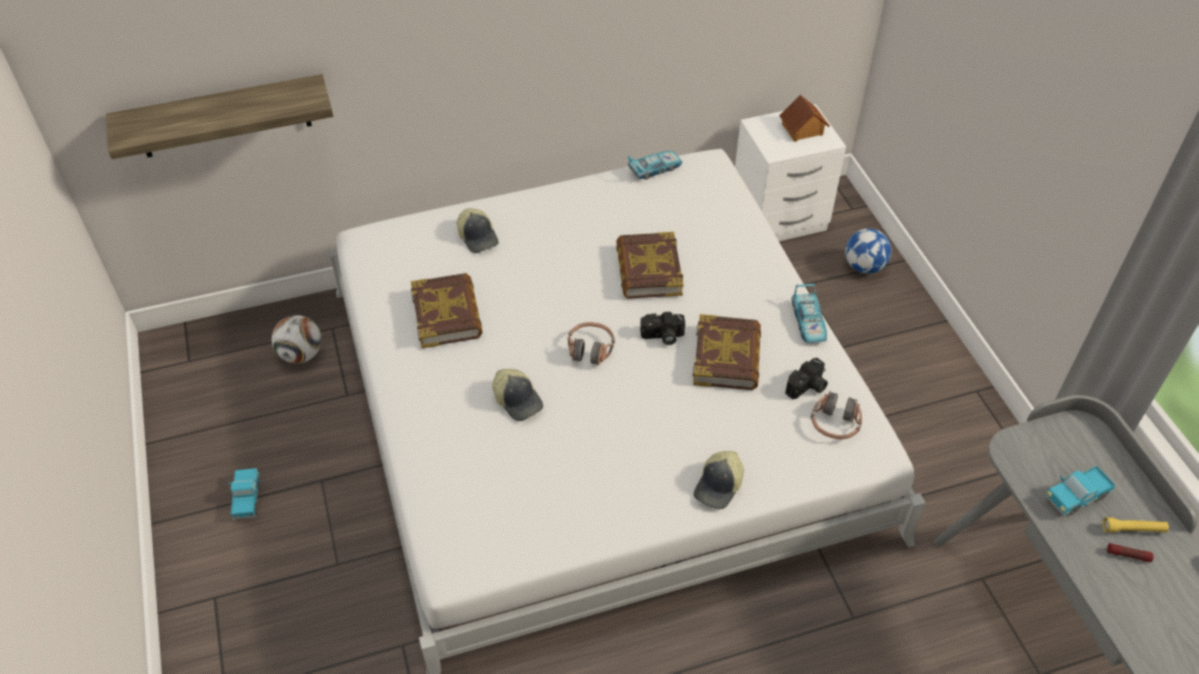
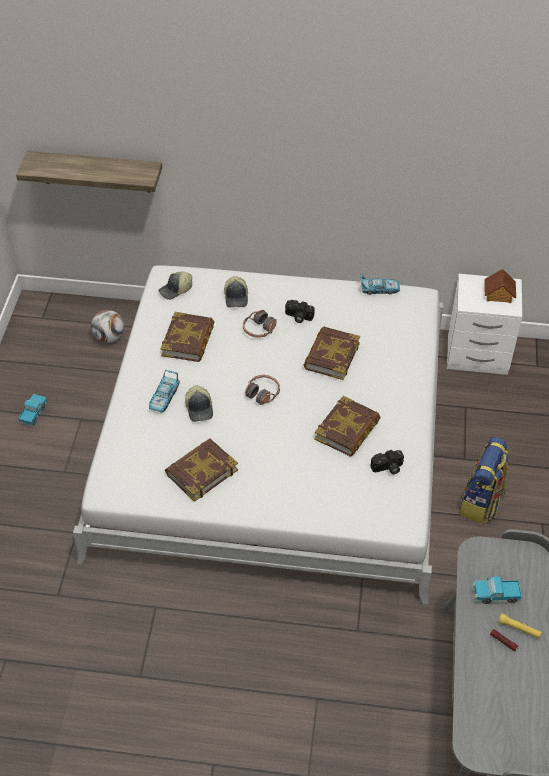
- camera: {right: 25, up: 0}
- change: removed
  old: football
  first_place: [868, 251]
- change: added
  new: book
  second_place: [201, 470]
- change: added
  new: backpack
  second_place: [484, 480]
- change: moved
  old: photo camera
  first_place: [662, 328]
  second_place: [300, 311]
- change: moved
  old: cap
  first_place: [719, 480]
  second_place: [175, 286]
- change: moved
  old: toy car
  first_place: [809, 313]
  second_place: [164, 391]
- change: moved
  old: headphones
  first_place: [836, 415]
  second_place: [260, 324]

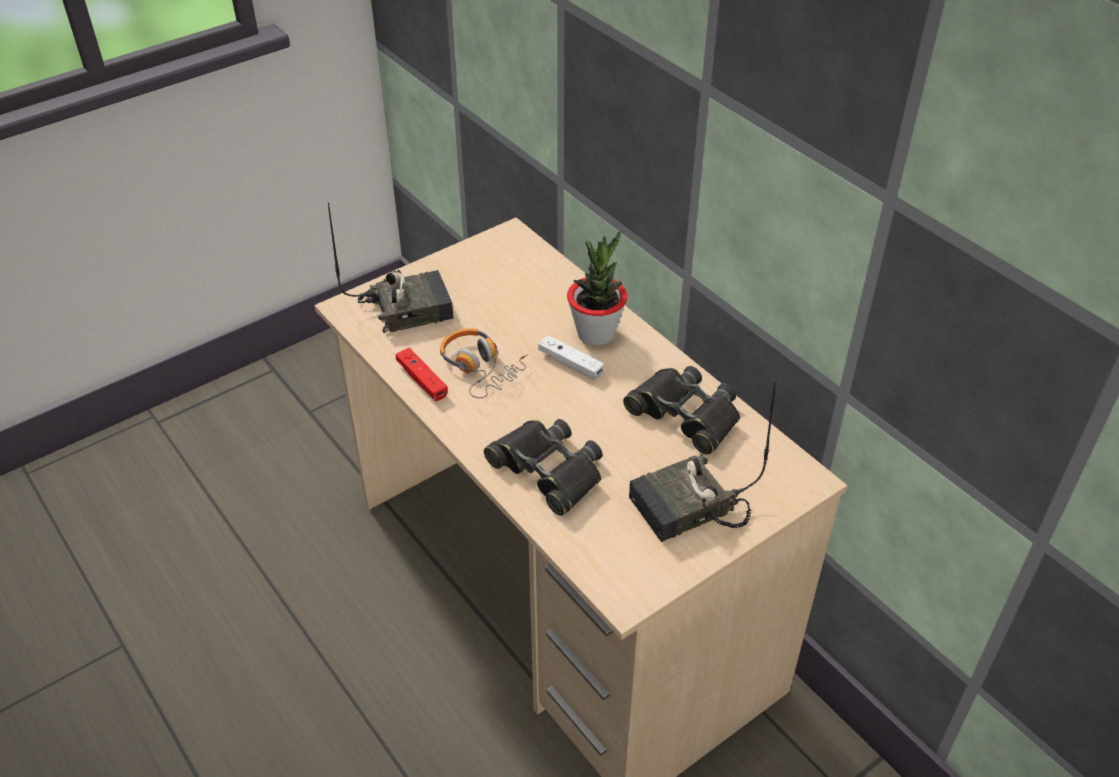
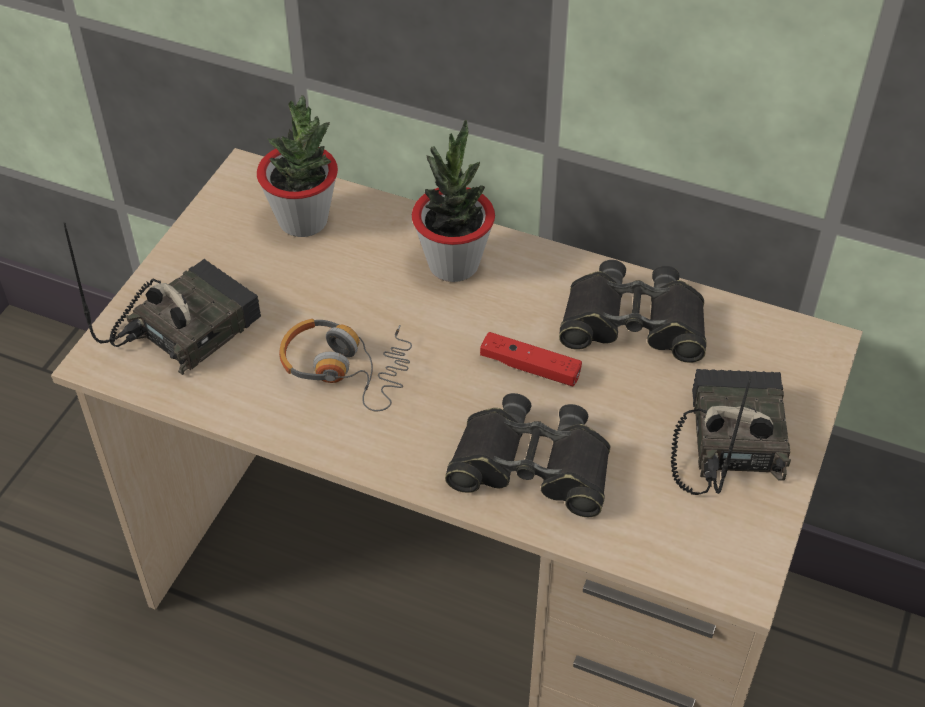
- camera: {right: -30, up: 5}
- change: removed
  old: white game controller
  first_place: [571, 358]
- change: added
  new: potted plant
  second_place: [297, 166]
- change: moved
  old: red game controller
  first_place: [422, 374]
  second_place: [531, 359]
- change: turned
  old: radio
  first_place: [702, 461]
  second_place: [730, 432]
  degrees: 150

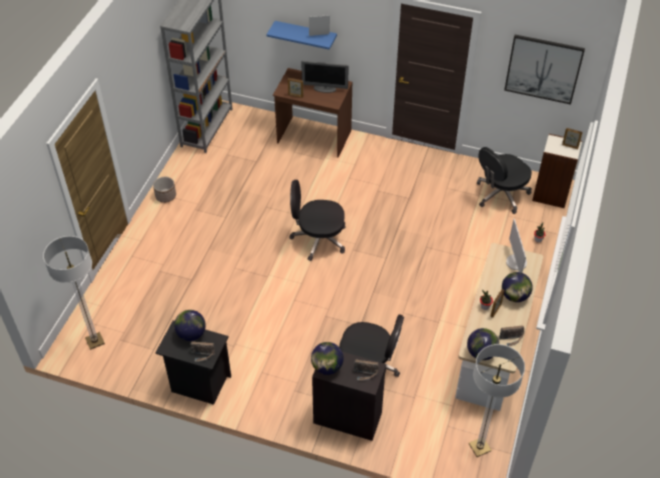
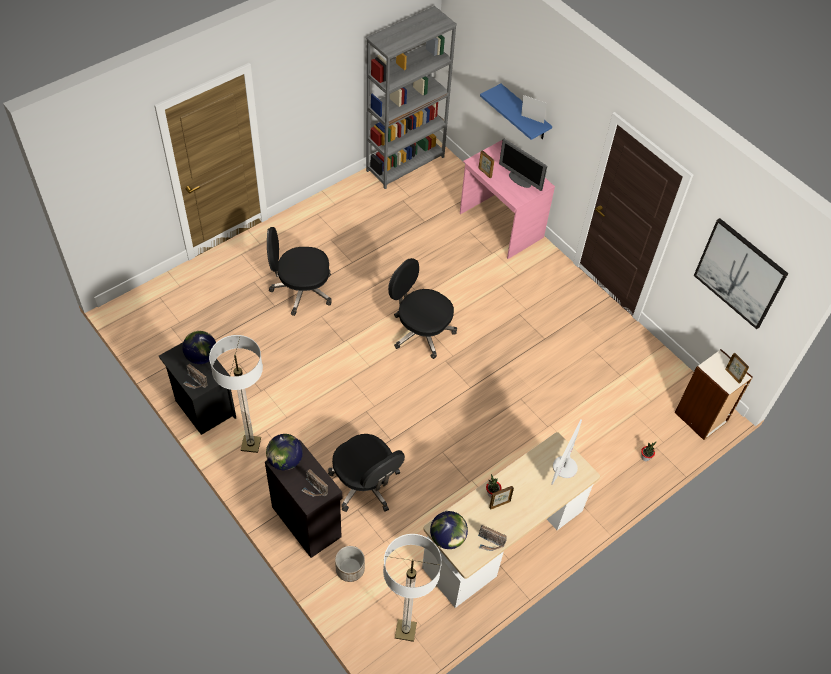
- camera: {right: 30, up: 5}
- change: removed
  old: globe
  first_place: [517, 287]
- change: moved
  old: floor lamp
  first_place: [74, 293]
  second_place: [236, 394]
- change: moved
  old: planter
  first_place: [164, 190]
  second_place: [350, 564]
- change: moved
  old: black office chair
  first_place: [504, 180]
  second_place: [299, 271]
- change: recoloured
  old: brown desk
  new: pink desk
  first_place: [312, 113]
  second_place: [507, 199]

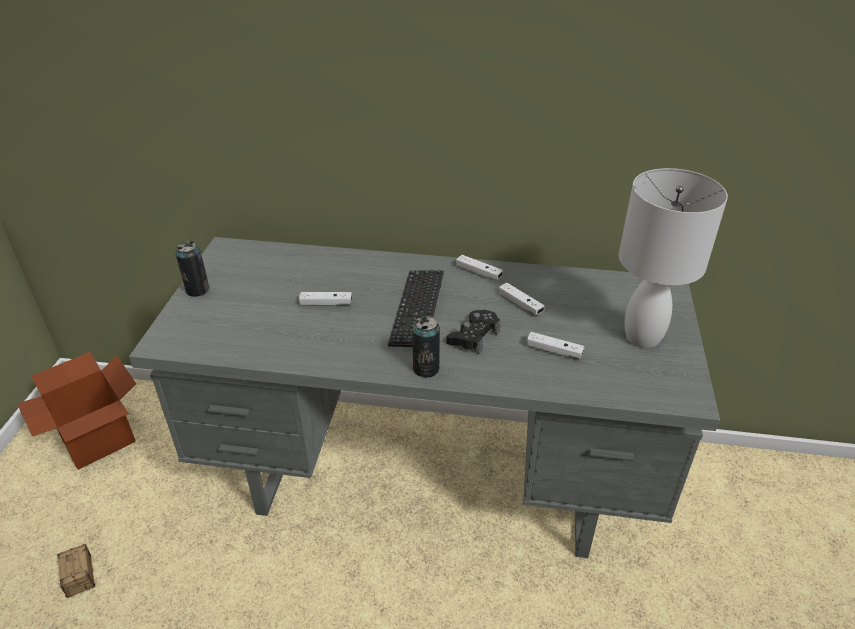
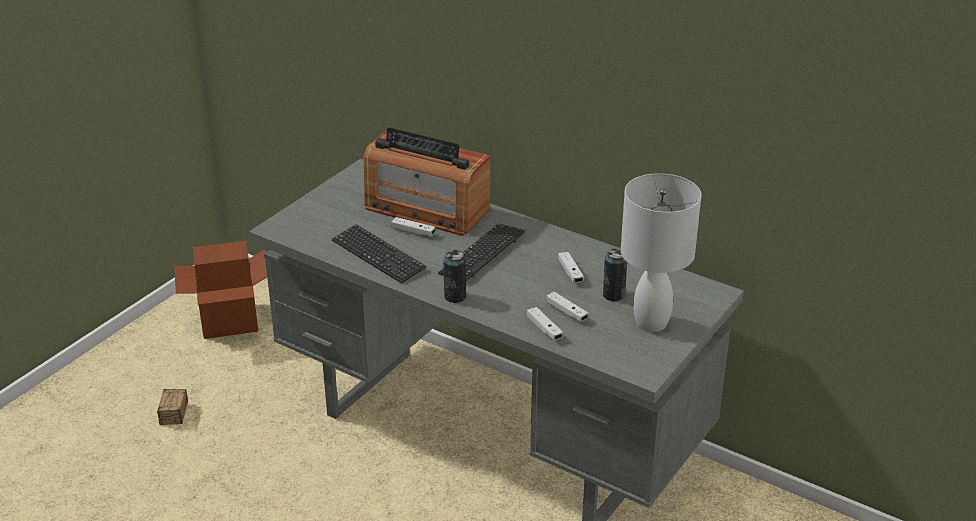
- camera: {right: 25, up: -5}
- change: removed
  old: black game controller
  first_place: [473, 332]
- change: added
  new: keyboard
  second_place: [379, 254]
- change: added
  new: radio
  second_place: [426, 181]
- change: moved
  old: can
  first_place: [192, 269]
  second_place: [615, 275]
- change: moved
  old: white game controller
  first_place: [479, 267]
  second_place: [545, 323]

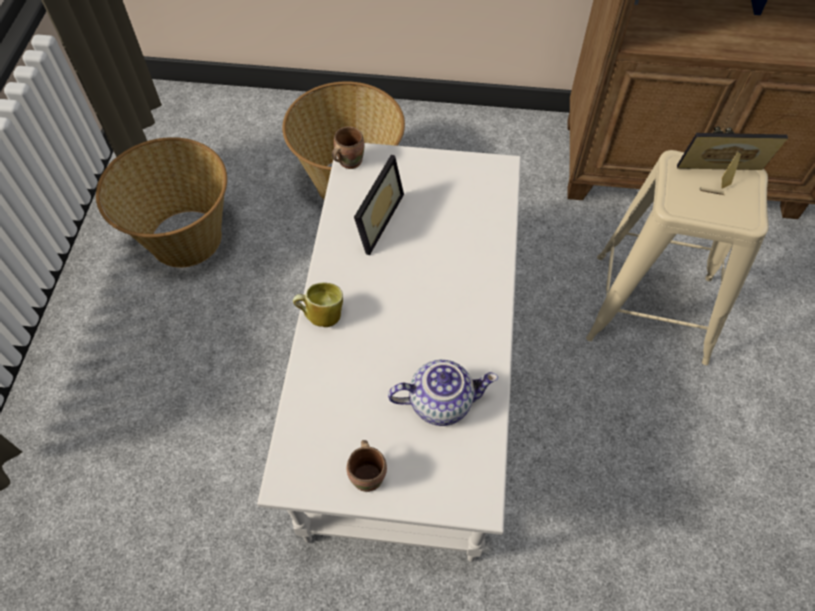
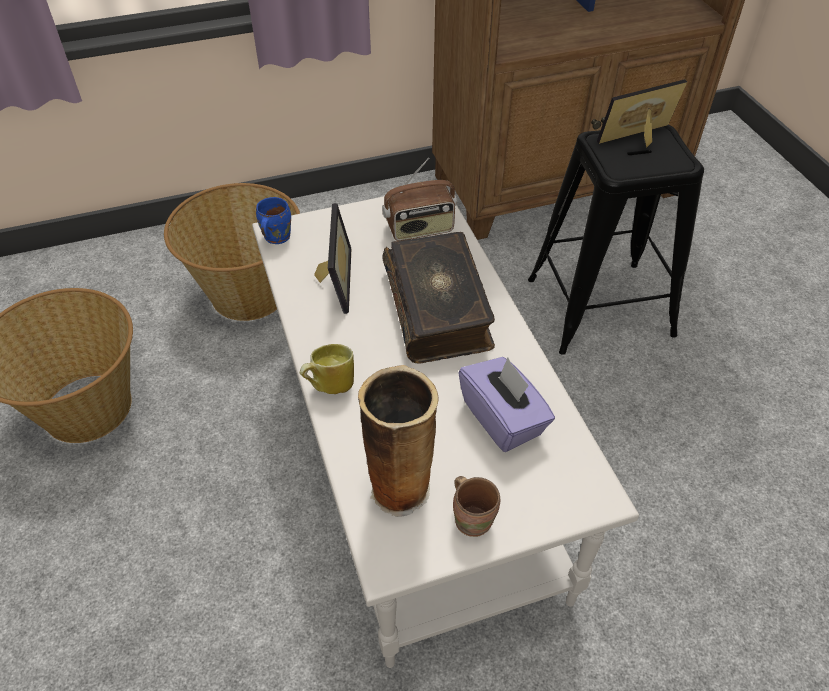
- camera: {right: -25, up: -10}
- change: added
  new: vase
  second_place: [398, 441]
- change: added
  new: radio
  second_place: [419, 199]
- change: added
  new: book
  second_place: [439, 298]
- change: replaced
  old: teapot
  new: purple tissue box
  first_place: [443, 393]
  second_place: [506, 404]
- change: recoloured
  old: brown mug
  new: blue mug
  first_place: [348, 147]
  second_place: [273, 220]
- change: recoloured
  old: beige stool
  new: black stool
  first_place: [677, 257]
  second_place: [616, 240]

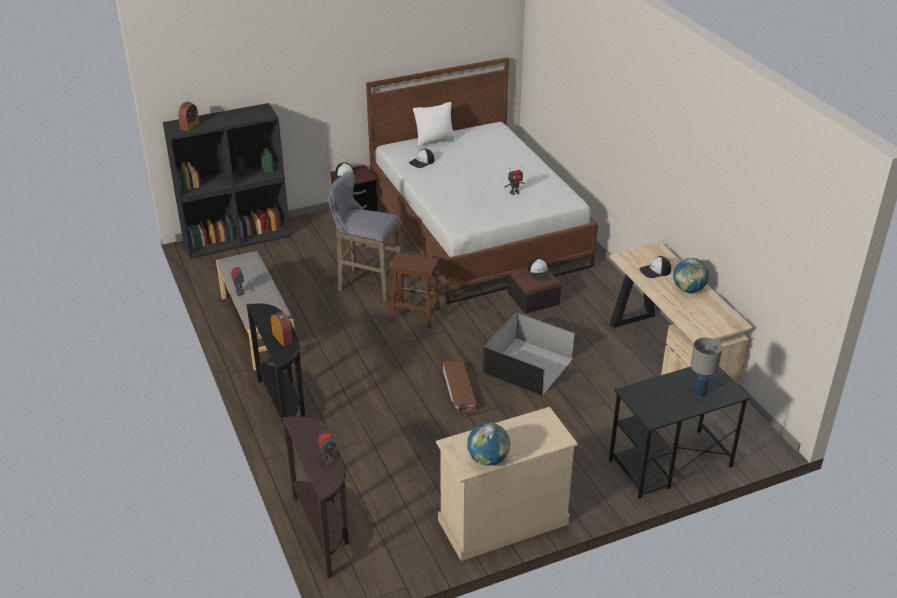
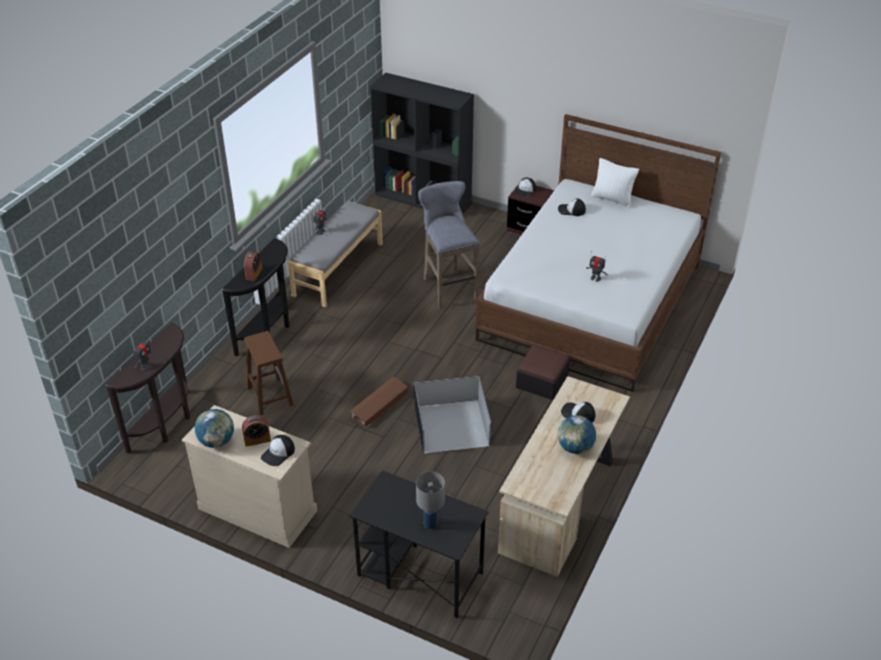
- camera: {right: 50, up: 5}
- change: moved
  old: alarm clock
  first_place: [188, 116]
  second_place: [256, 431]
- change: moved
  old: brown stool
  first_place: [414, 290]
  second_place: [268, 373]
- change: moved
  old: cap
  first_place: [539, 269]
  second_place: [278, 450]

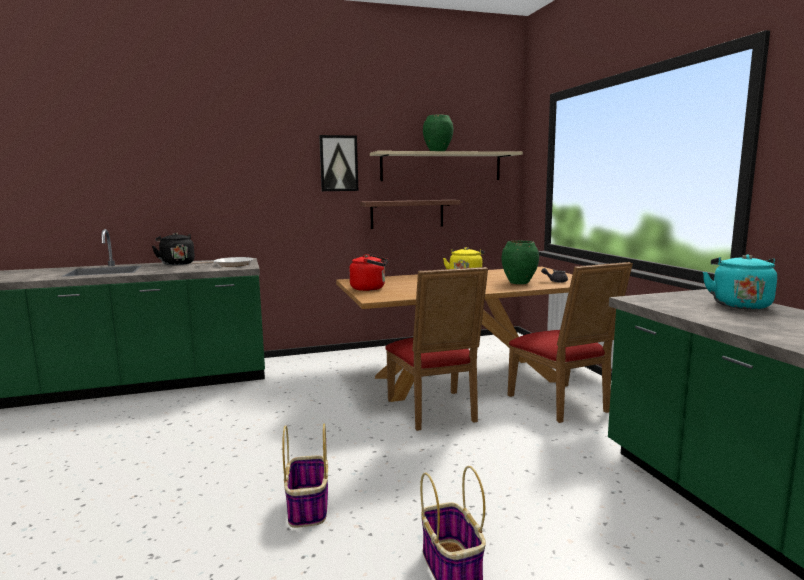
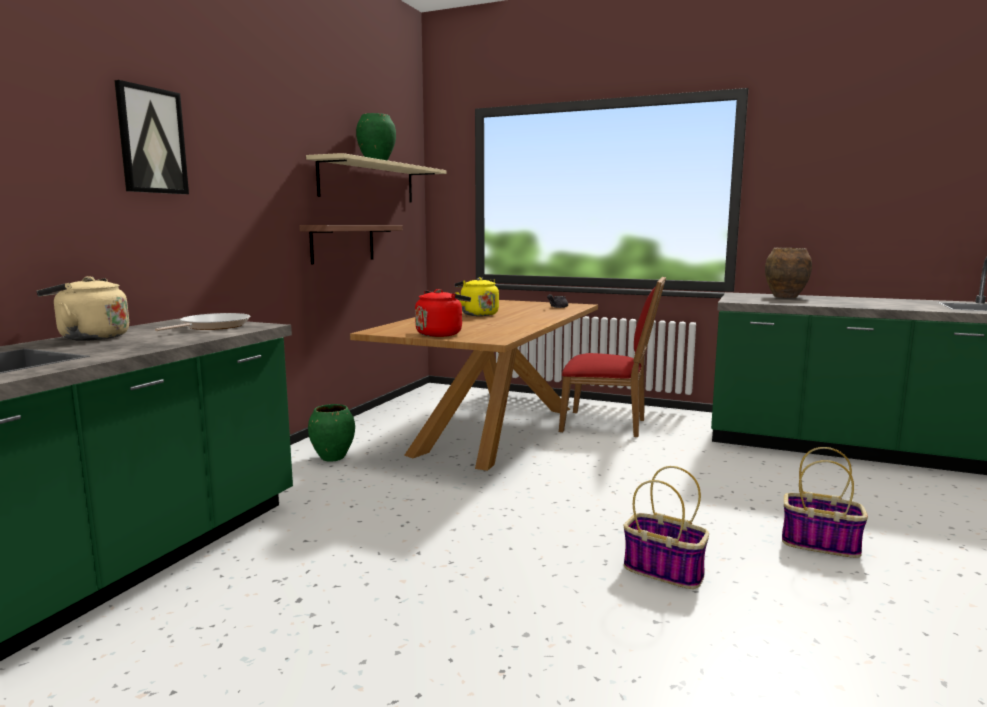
- camera: {right: -50, up: 0}
- change: removed
  old: red chair
  first_place: [436, 349]
- change: moved
  old: picture
  first_place: [338, 163]
  second_place: [151, 137]
- change: moved
  old: green vase
  first_place: [520, 262]
  second_place: [331, 433]
- change: replaced
  old: turquoise kettle
  new: brown vase
  first_place: [740, 281]
  second_place: [788, 273]
- change: recoloured
  old: black kettle
  new: beige kettle
  first_place: [173, 249]
  second_place: [83, 308]

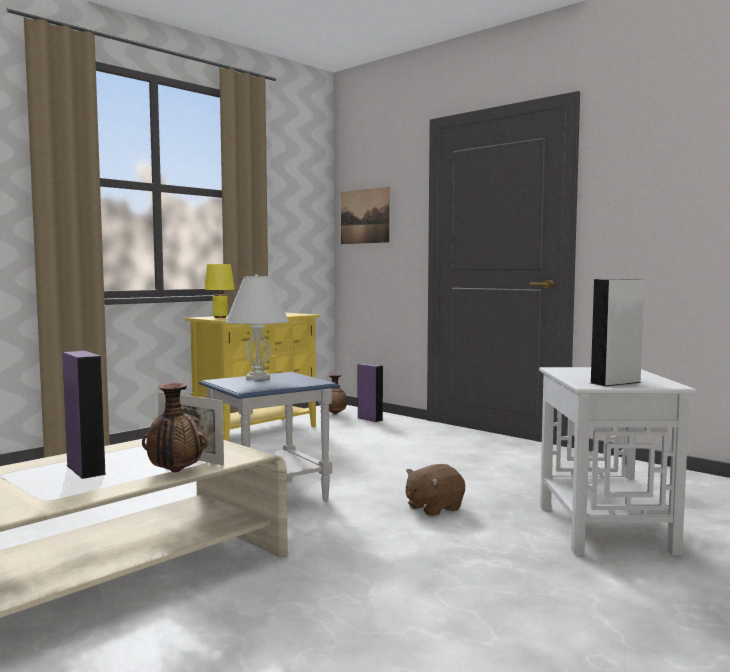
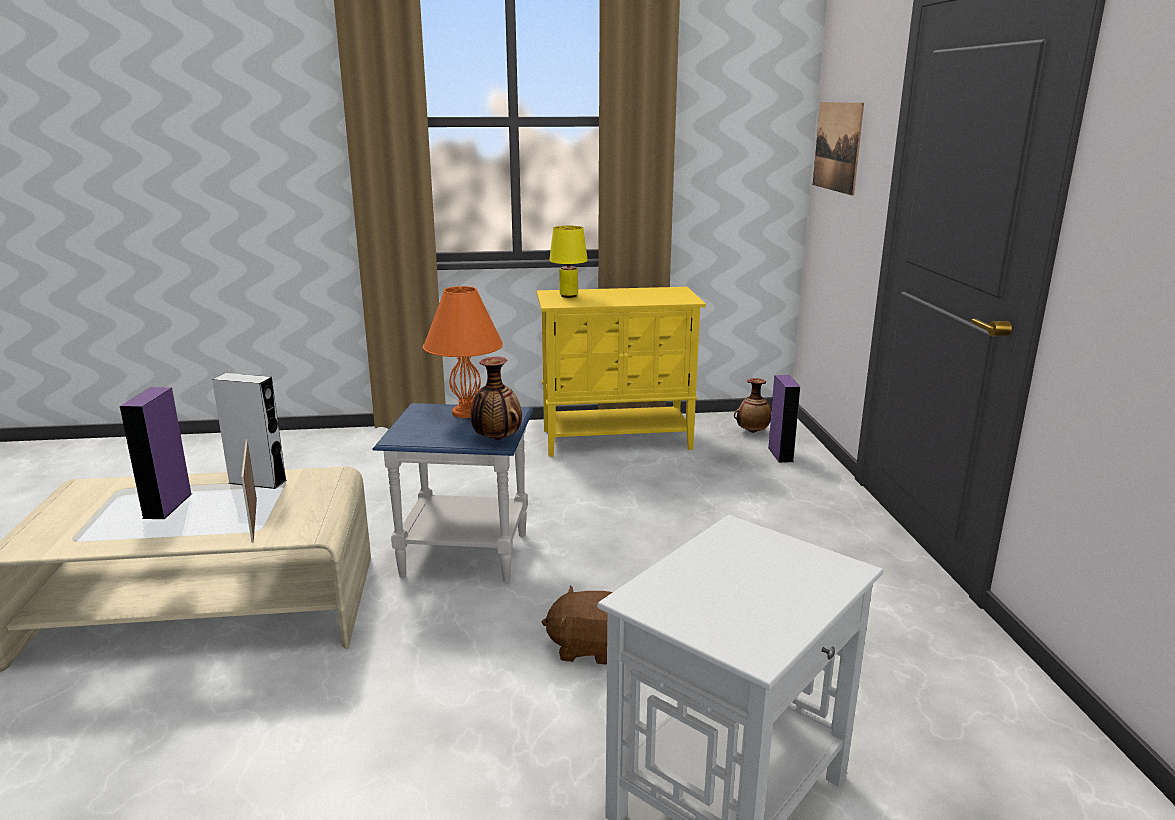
- camera: {right: 40, up: 15}
- change: moved
  old: vase
  first_place: [175, 427]
  second_place: [496, 398]
- change: moved
  old: grey speaker
  first_place: [617, 332]
  second_place: [249, 431]
- change: recoloured
  old: white table lamp
  new: orange table lamp
  first_place: [257, 327]
  second_place: [463, 352]

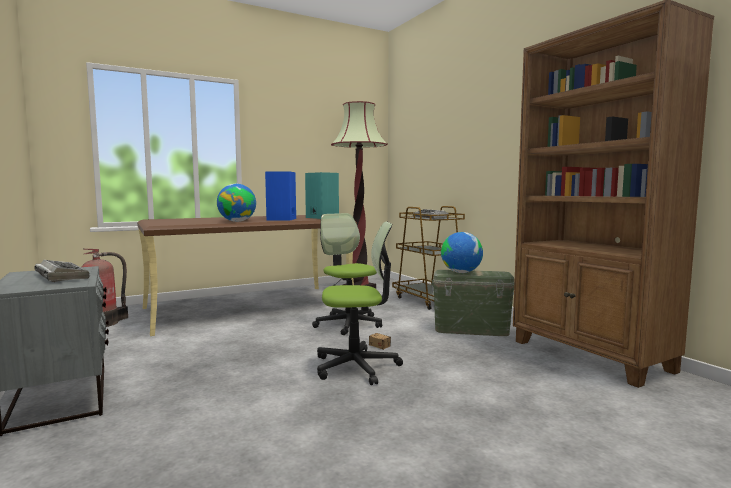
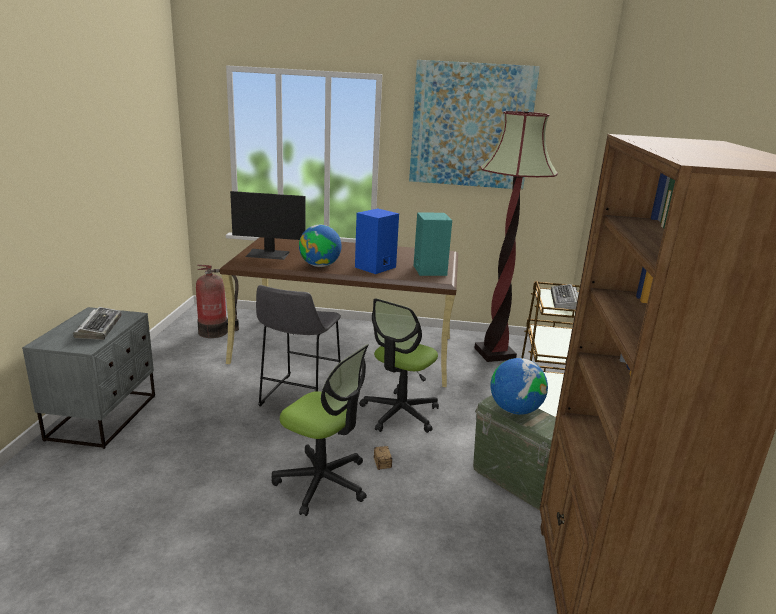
- camera: {right: 35, up: 15}
- change: added
  new: monitor
  second_place: [268, 225]
- change: added
  new: grey stool
  second_place: [298, 345]
- change: added
  new: picture
  second_place: [474, 125]
- change: turned
  old: office chair
  first_place: [347, 274]
  second_place: [399, 365]
  degrees: -150

